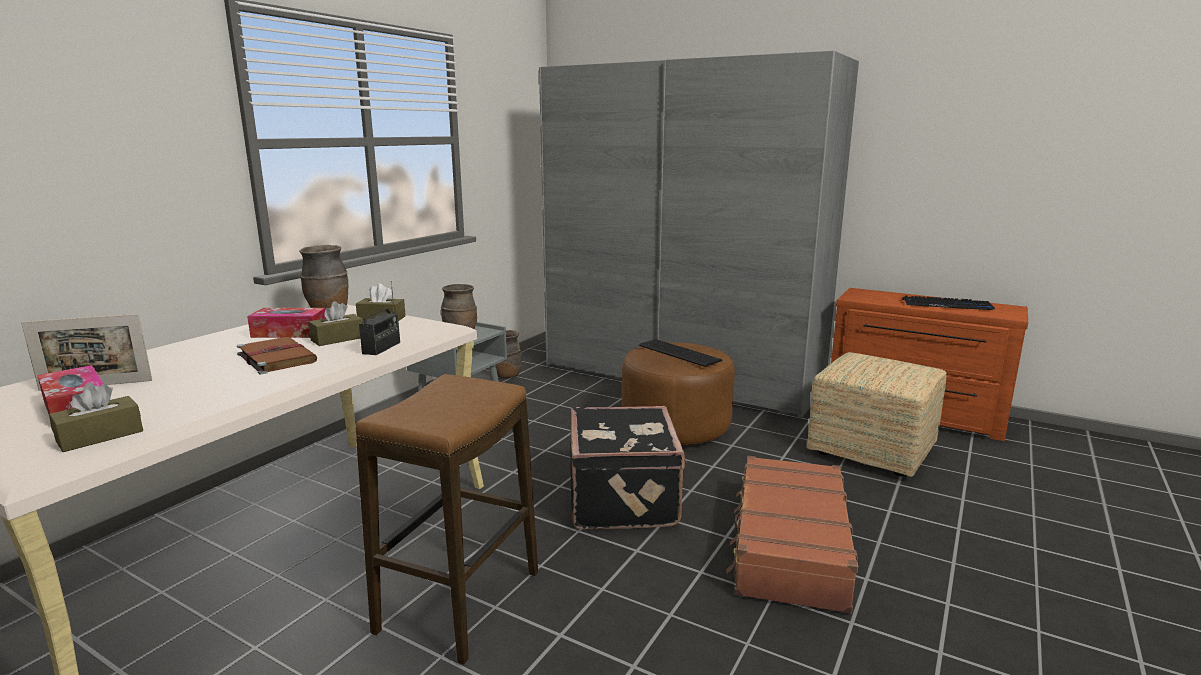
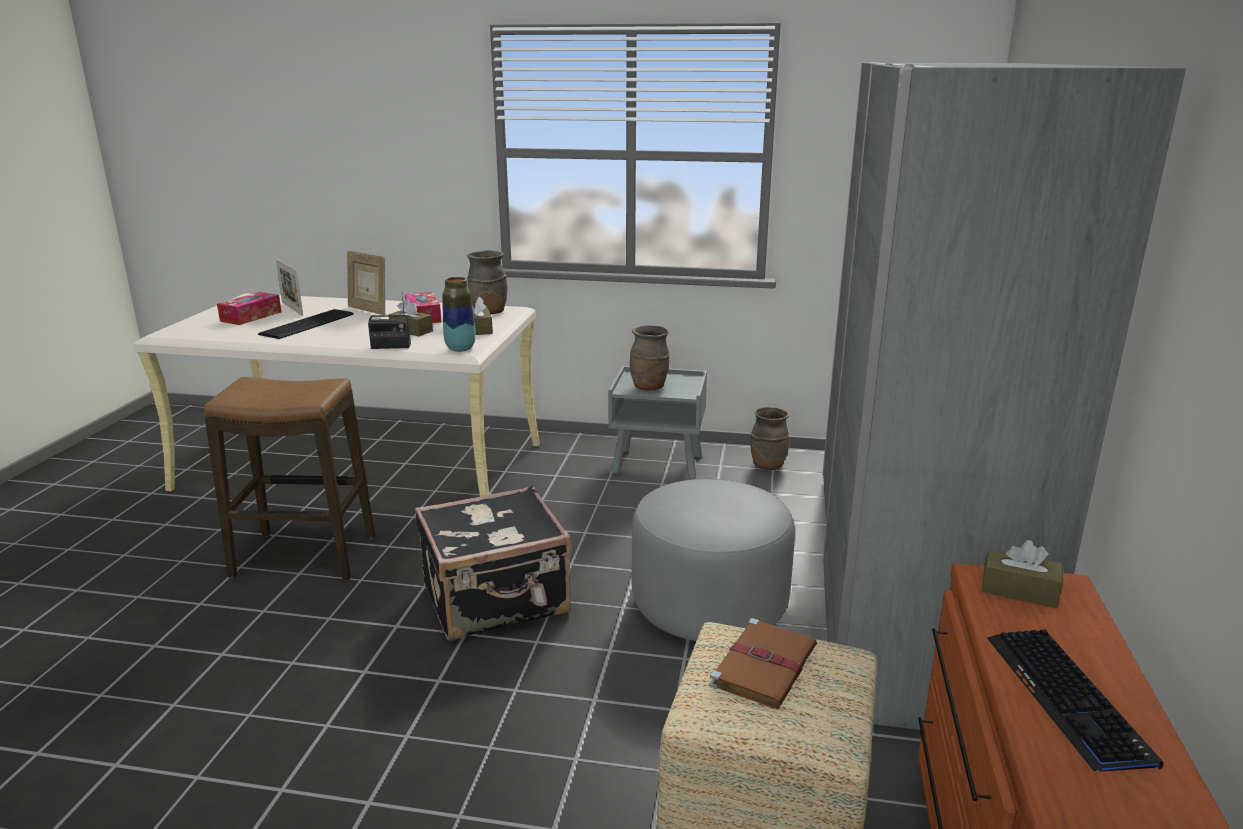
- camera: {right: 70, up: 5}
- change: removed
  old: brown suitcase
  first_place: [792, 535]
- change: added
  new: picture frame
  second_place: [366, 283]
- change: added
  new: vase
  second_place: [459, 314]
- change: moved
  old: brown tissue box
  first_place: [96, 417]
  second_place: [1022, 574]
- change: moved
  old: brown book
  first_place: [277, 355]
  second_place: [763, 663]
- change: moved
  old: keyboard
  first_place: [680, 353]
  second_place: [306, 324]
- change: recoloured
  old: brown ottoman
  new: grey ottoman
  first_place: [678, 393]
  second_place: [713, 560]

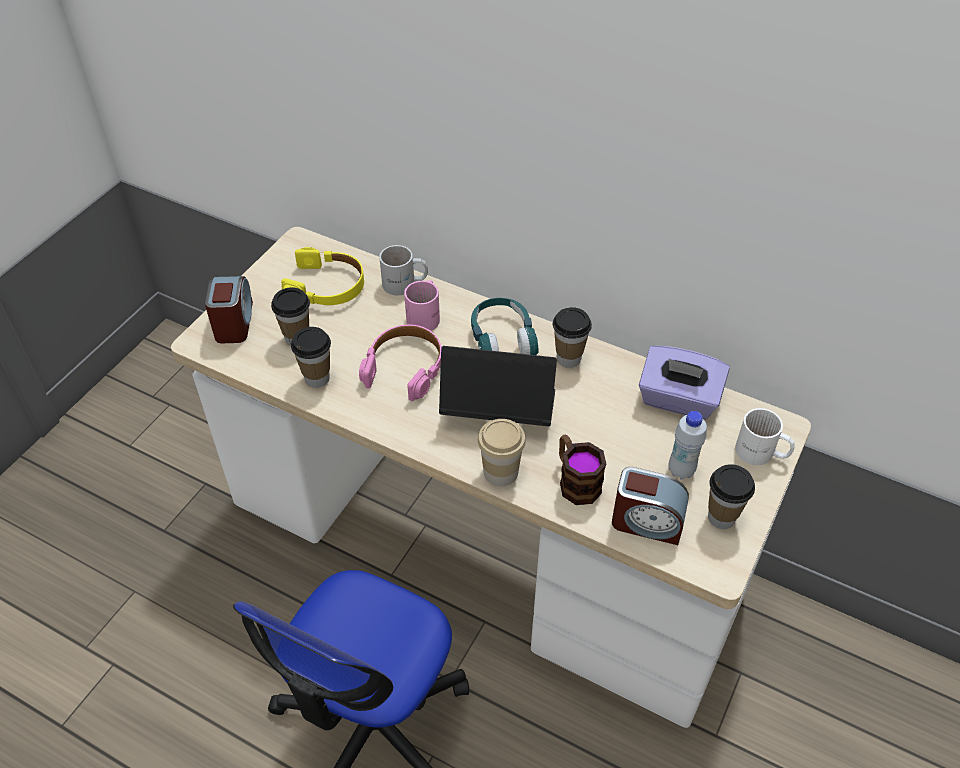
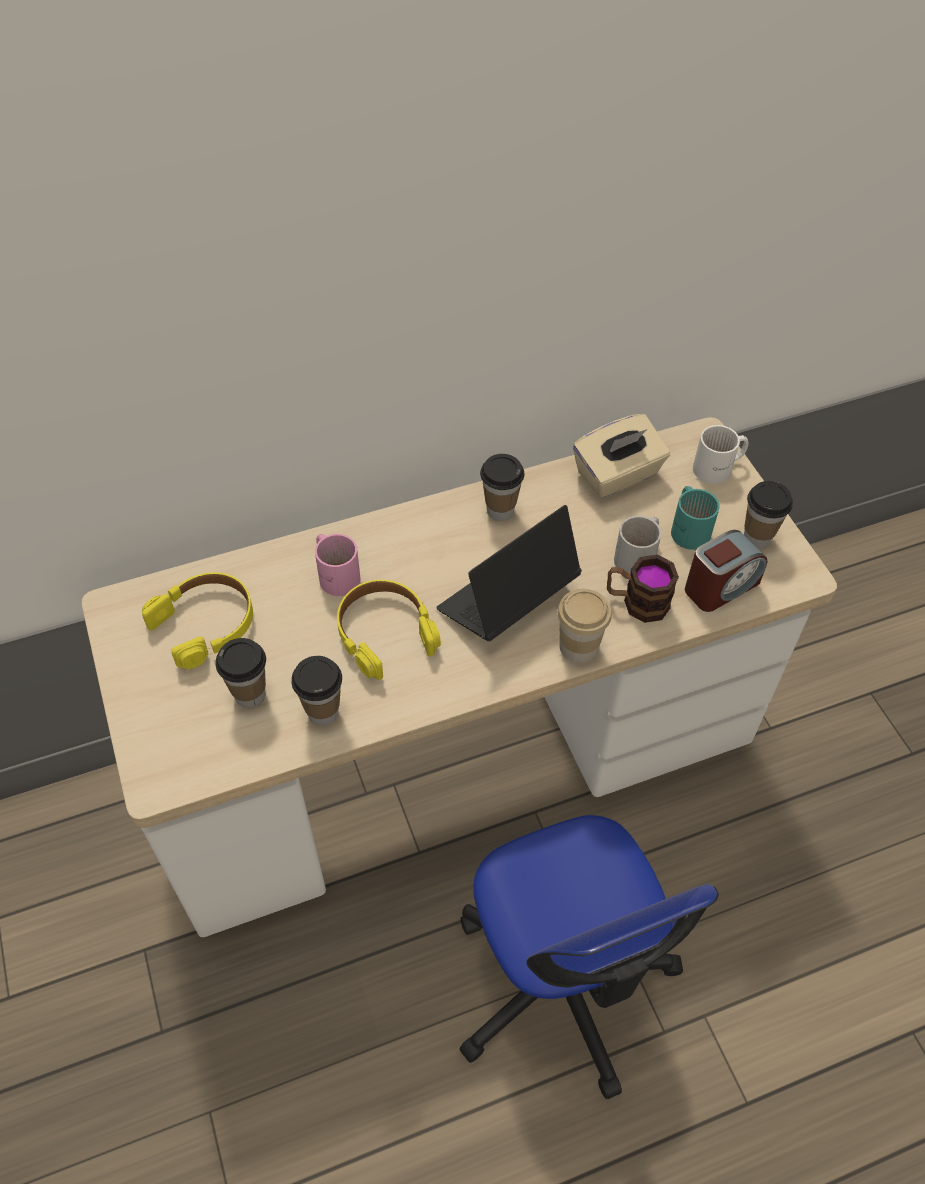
- camera: {right: -50, up: 5}
- change: removed
  old: alarm clock
  first_place: [229, 309]
- change: removed
  old: turquoise headphones
  first_place: [505, 326]
- change: moved
  old: white mug
  first_place: [403, 270]
  second_place: [637, 545]
- change: replaced
  old: white bottle
  new: turquoise mug
  first_place: [687, 445]
  second_place: [695, 518]
- change: recoloured
  old: pink headphones
  new: yellow headphones
  first_place: [400, 363]
  second_place: [389, 630]
- change: recoloured
  old: purple tissue box
  new: beige tissue box
  first_place: [684, 383]
  second_place: [621, 456]

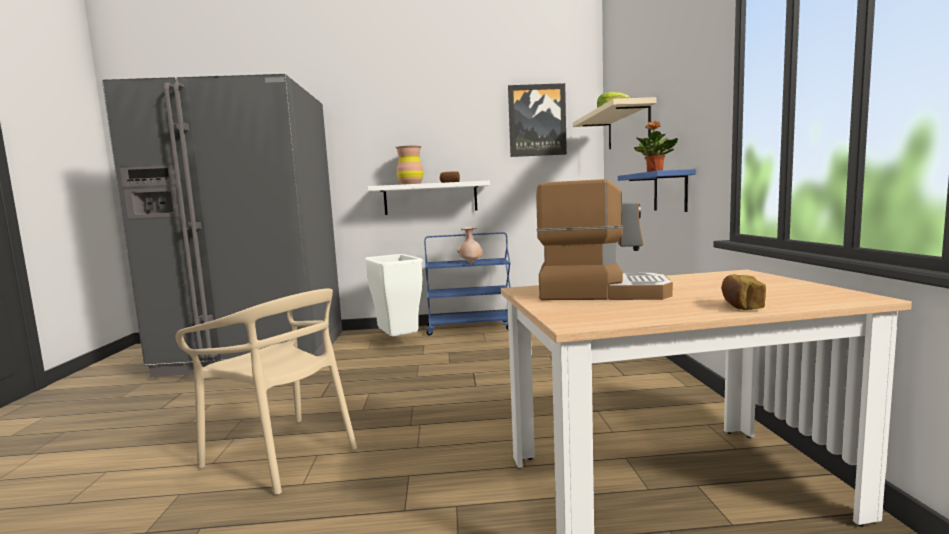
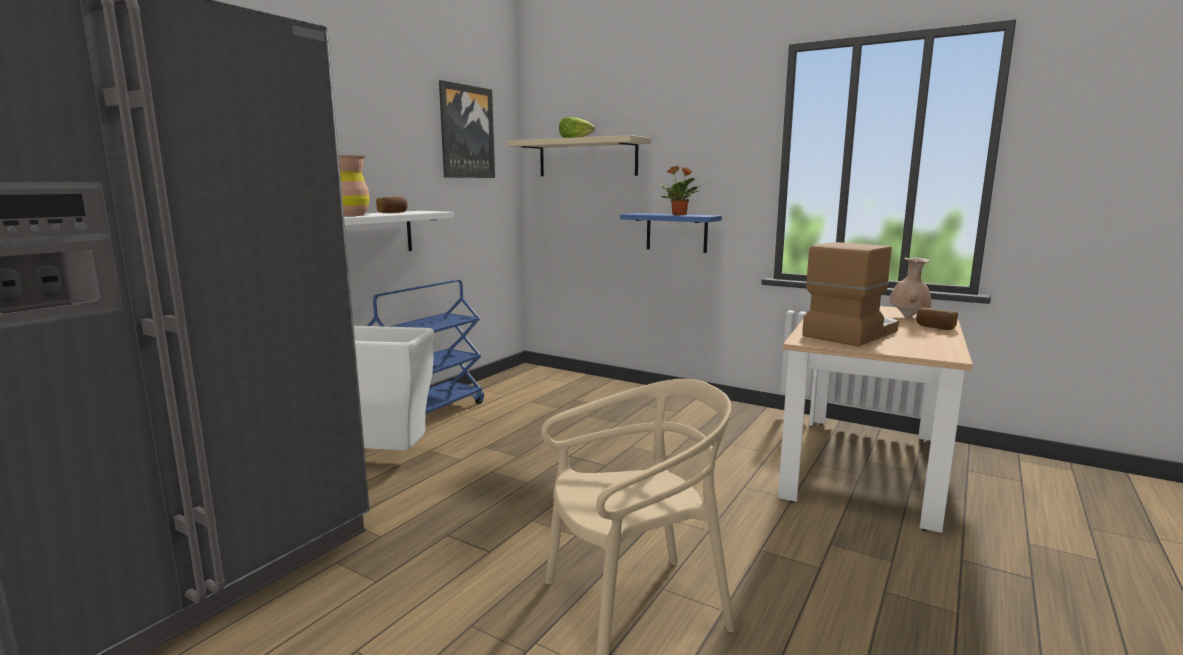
- camera: {right: -55, up: 5}
- change: moved
  old: beige vase
  first_place: [470, 245]
  second_place: [910, 287]

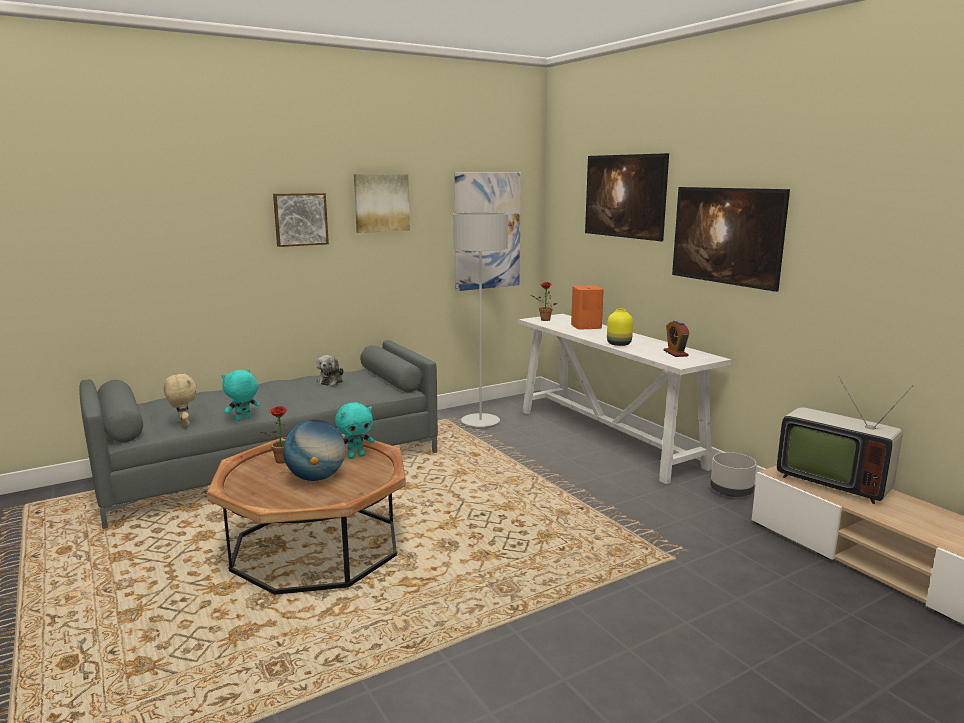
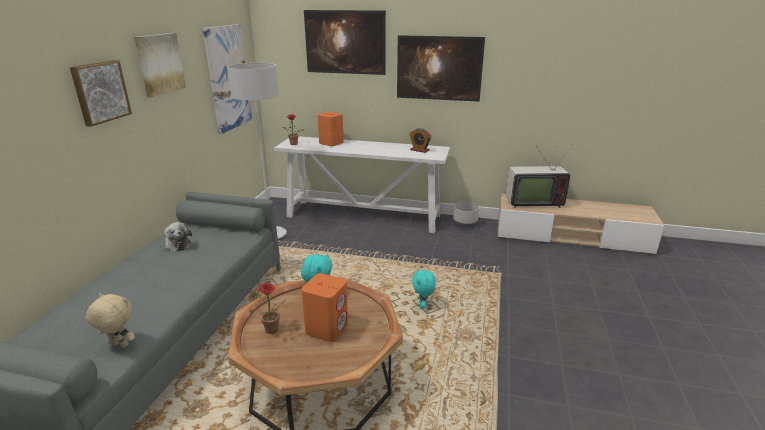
- camera: {right: -45, up: 10}
- change: removed
  old: yellow vase
  first_place: [620, 327]
- change: moved
  old: turquoise plush toy
  first_place: [241, 395]
  second_place: [424, 289]
- change: replaced
  old: globe
  new: orange speaker
  first_place: [314, 450]
  second_place: [324, 307]

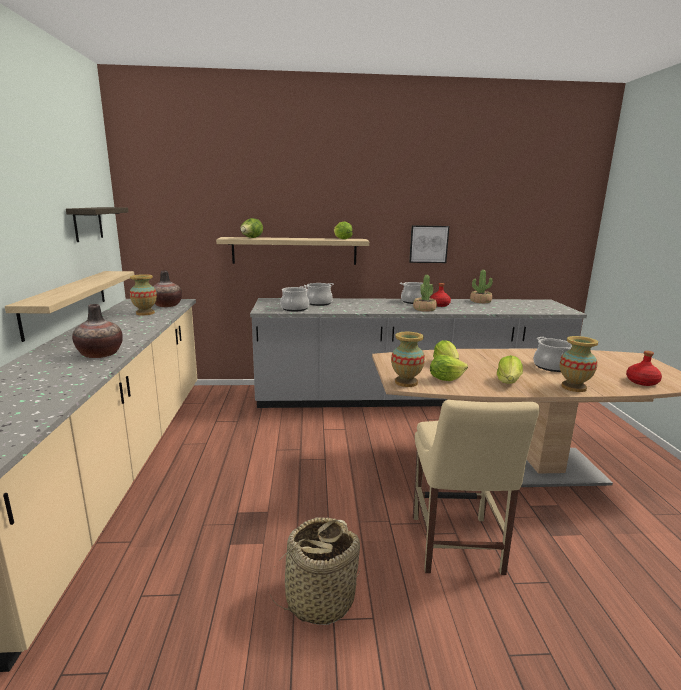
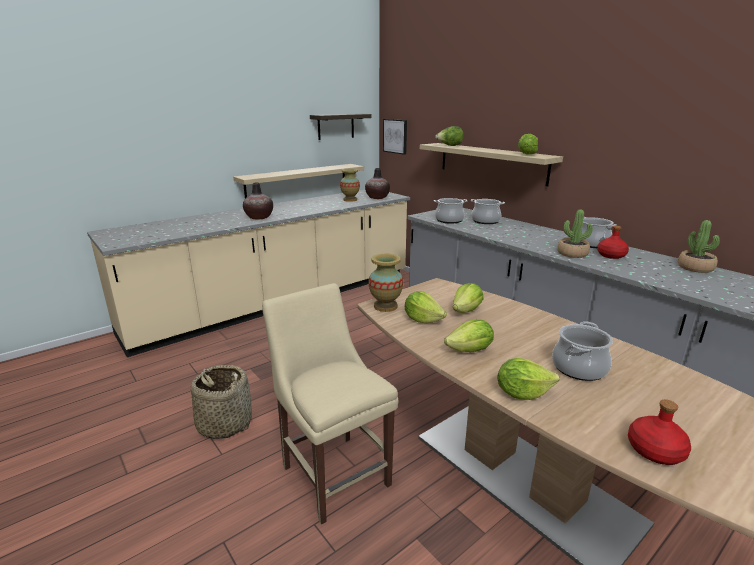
- camera: {right: 55, up: 5}
- change: moved
  old: picture
  first_place: [429, 244]
  second_place: [395, 137]
- change: replaced
  old: vase
  new: lettuce
  first_place: [579, 364]
  second_place: [528, 379]
- change: turned
  old: beige chair
  first_place: [476, 487]
  second_place: [330, 404]
  degrees: 90

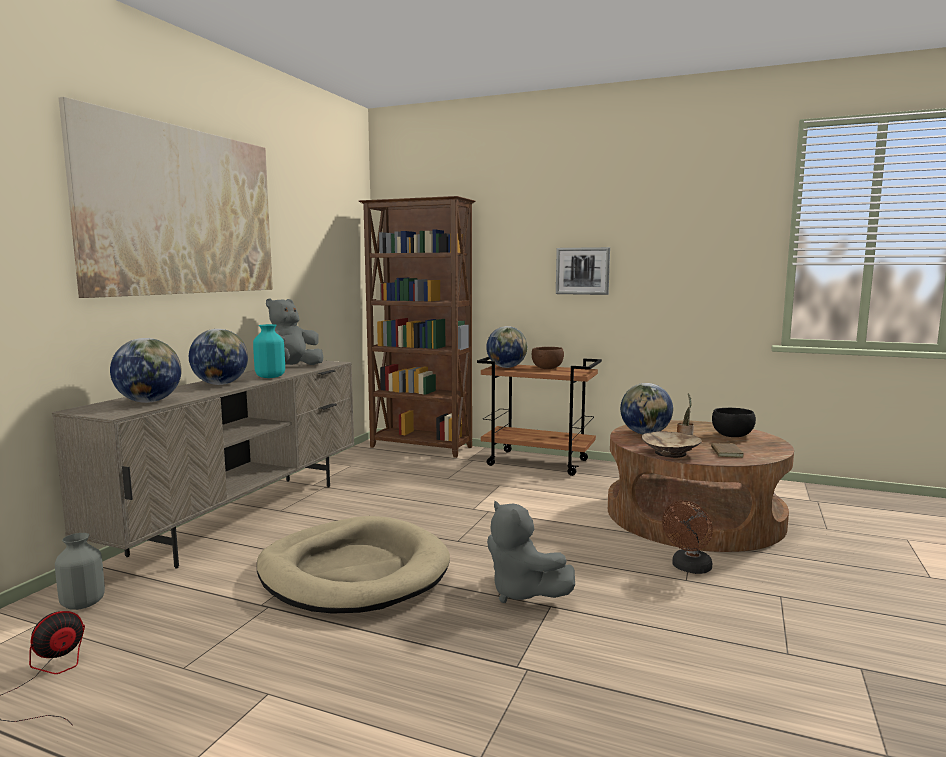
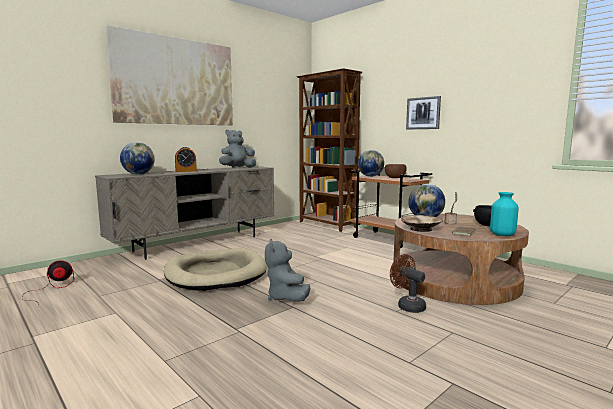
- camera: {right: 25, up: 0}
- change: removed
  old: grey vase
  first_place: [80, 571]
- change: moved
  old: turquoise vase
  first_place: [269, 351]
  second_place: [504, 214]
- change: replaced
  old: globe
  new: alarm clock
  first_place: [218, 357]
  second_place: [186, 159]
- change: turned
  old: brown fan
  first_place: [687, 537]
  second_place: [408, 283]
  degrees: 75

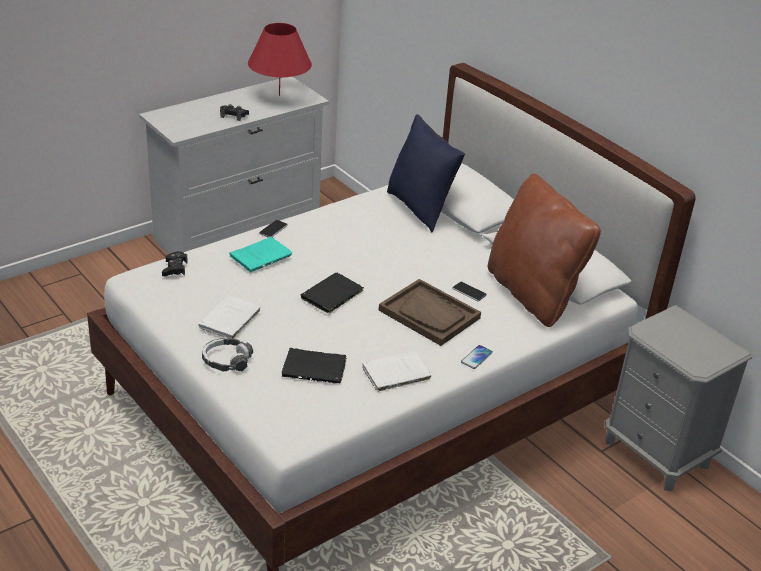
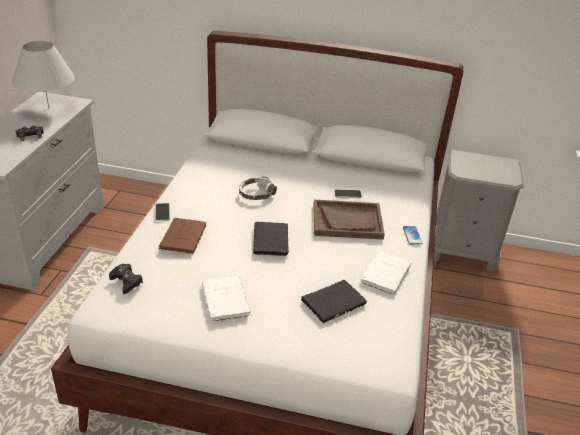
- camera: {right: -40, up: 0}
- change: removed
  old: blue pillow
  first_place: [426, 173]
- change: removed
  old: brown pillow
  first_place: [544, 250]
- change: moved
  old: headphones
  first_place: [227, 354]
  second_place: [258, 188]
- change: recoloured
  old: turquoise book
  new: brown book
  first_place: [260, 255]
  second_place: [182, 236]
- change: recoloured
  old: red table lamp
  new: white table lamp
  first_place: [280, 59]
  second_place: [43, 75]

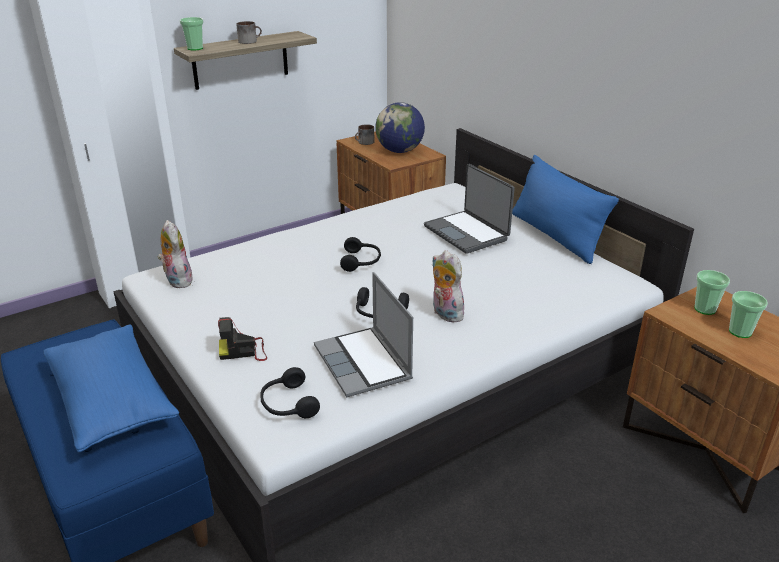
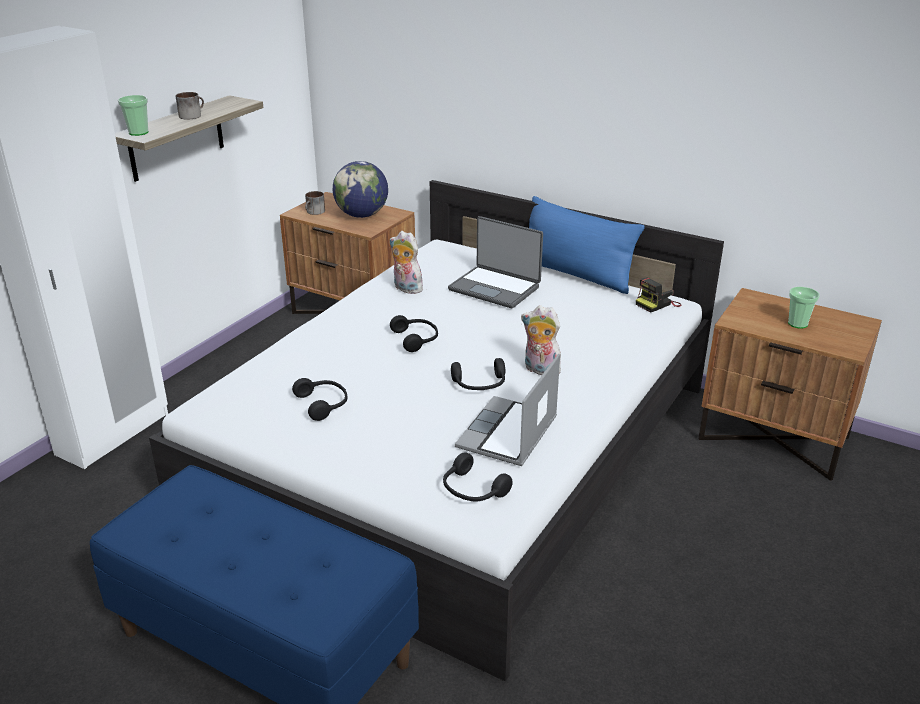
- camera: {right: -25, up: 0}
- change: removed
  old: blue pillow
  first_place: [111, 389]
- change: removed
  old: cup
  first_place: [712, 292]
- change: added
  new: black headphones
  second_place: [319, 399]
- change: moved
  old: plush toy
  first_place: [175, 254]
  second_place: [406, 262]
- change: moved
  old: photo camera
  first_place: [242, 339]
  second_place: [659, 294]
- change: turned
  old: laptop
  first_place: [363, 334]
  second_place: [507, 410]
  degrees: 75

